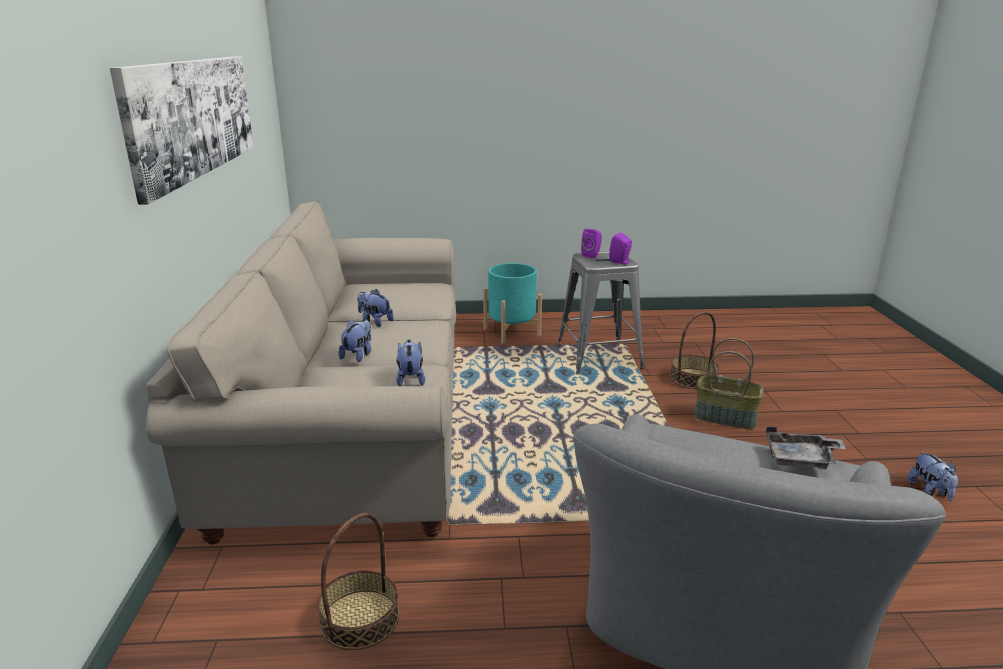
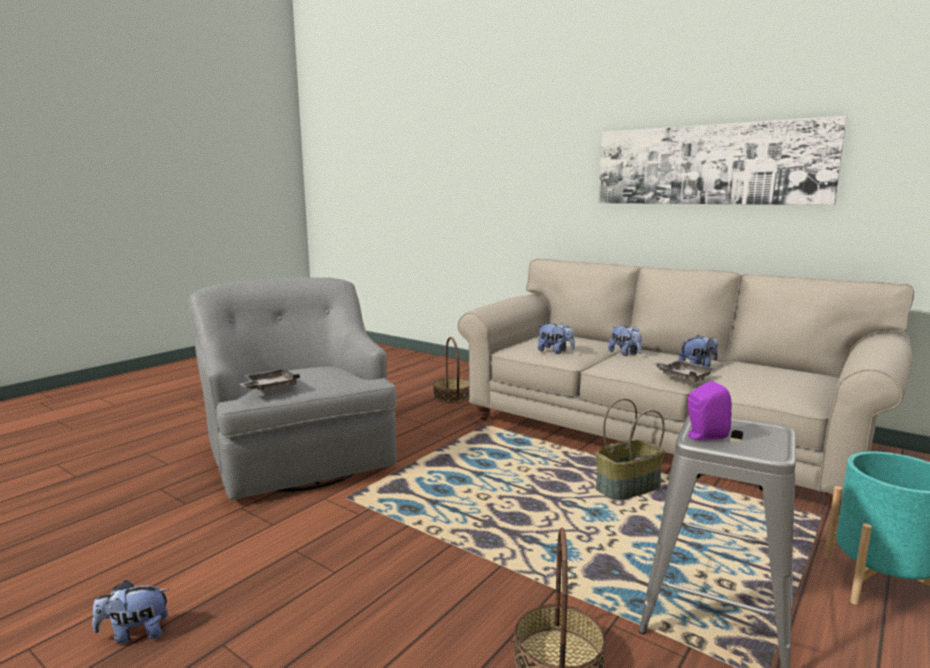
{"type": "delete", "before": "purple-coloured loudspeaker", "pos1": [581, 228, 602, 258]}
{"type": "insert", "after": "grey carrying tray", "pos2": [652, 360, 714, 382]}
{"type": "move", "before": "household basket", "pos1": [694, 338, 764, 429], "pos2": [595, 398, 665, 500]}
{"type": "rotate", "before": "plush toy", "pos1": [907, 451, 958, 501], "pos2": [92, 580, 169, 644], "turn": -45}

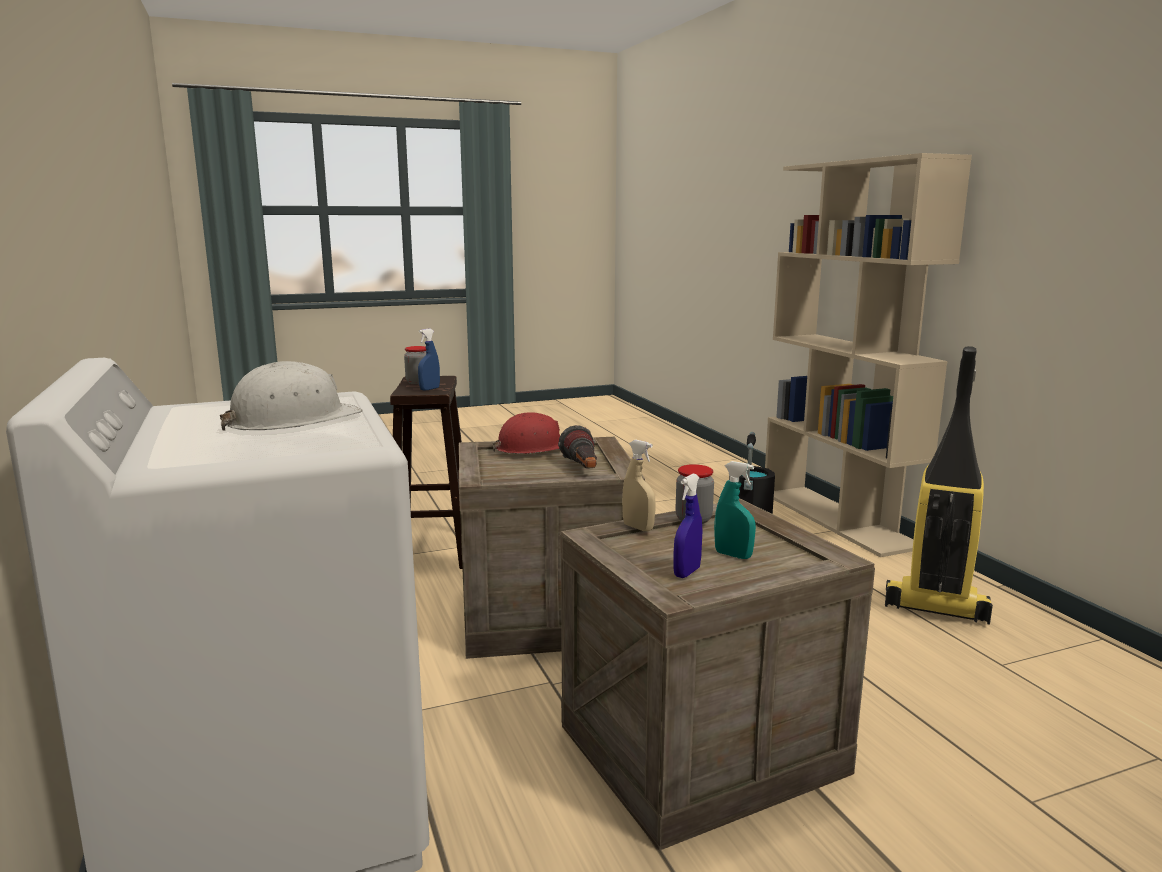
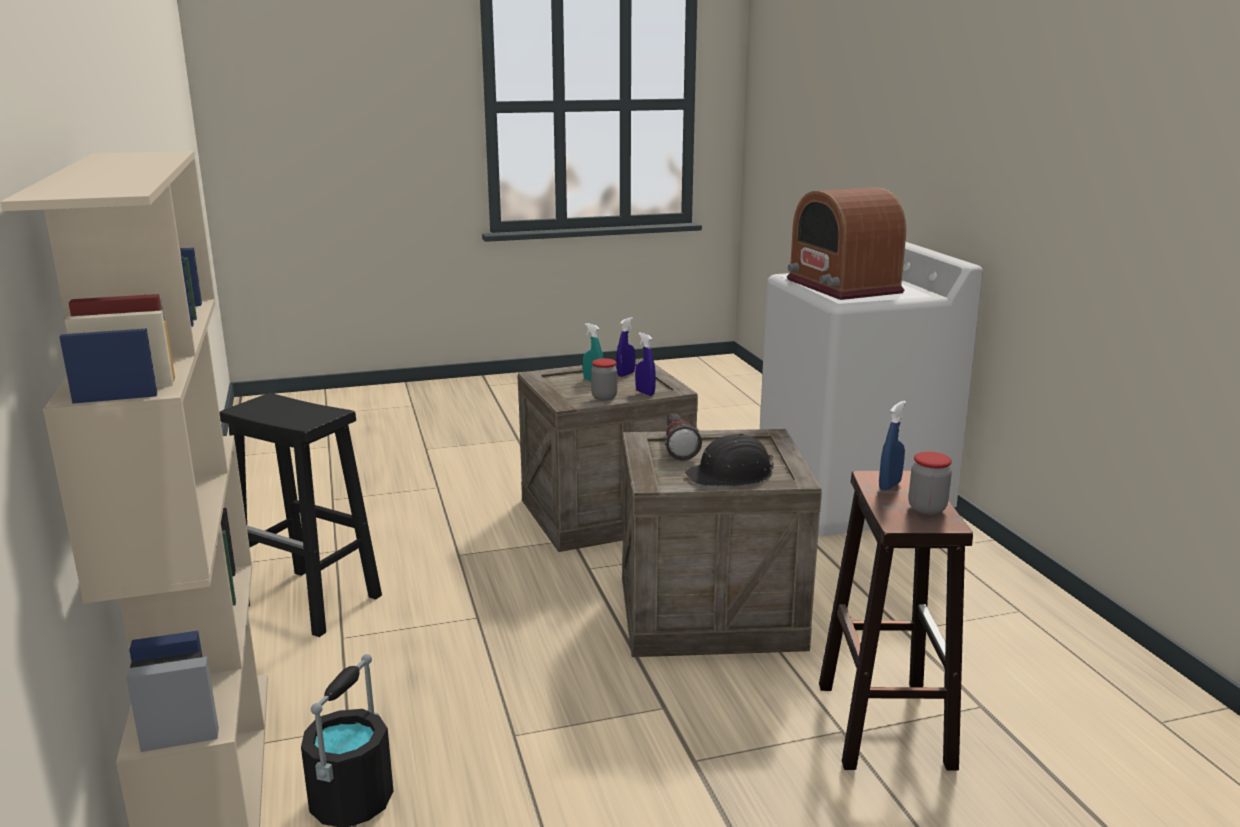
{"type": "replace", "before": "white-coloured work helmet", "after": "radio", "pos1": [220, 361, 363, 431], "pos2": [787, 187, 906, 300]}
{"type": "replace", "before": "vacuum cleaner", "after": "black sitting stool", "pos1": [885, 346, 993, 625], "pos2": [219, 393, 382, 637]}
{"type": "recolor", "before": "reddish work helmet", "after": "black work helmet", "pos1": [493, 412, 560, 454], "pos2": [685, 433, 774, 486]}
{"type": "recolor", "before": "beige sprayer", "after": "bluish sprayer", "pos1": [622, 440, 655, 531], "pos2": [635, 332, 656, 396]}

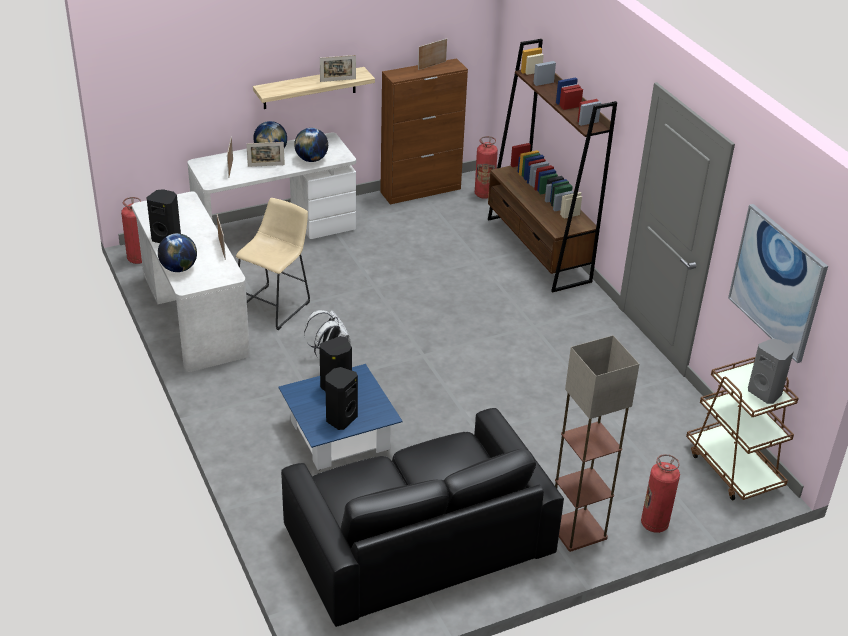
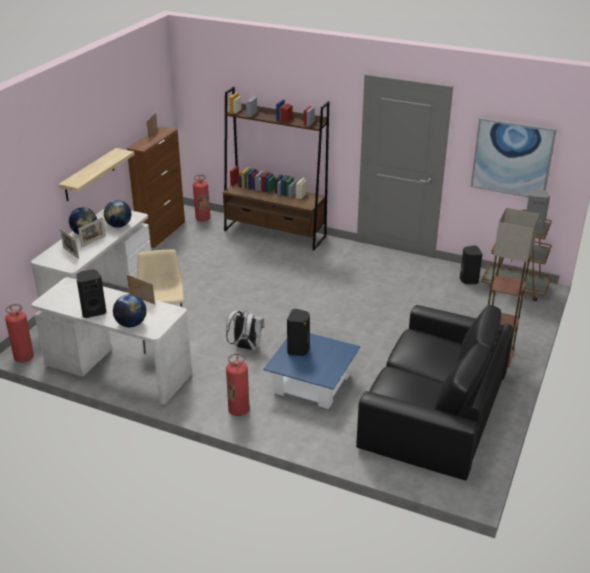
{"type": "delete", "before": "picture frame", "pos1": [320, 55, 356, 82]}
{"type": "move", "before": "black loudspeaker", "pos1": [325, 367, 358, 430], "pos2": [460, 245, 483, 284]}
{"type": "move", "before": "extinguisher", "pos1": [641, 454, 680, 533], "pos2": [226, 354, 249, 416]}

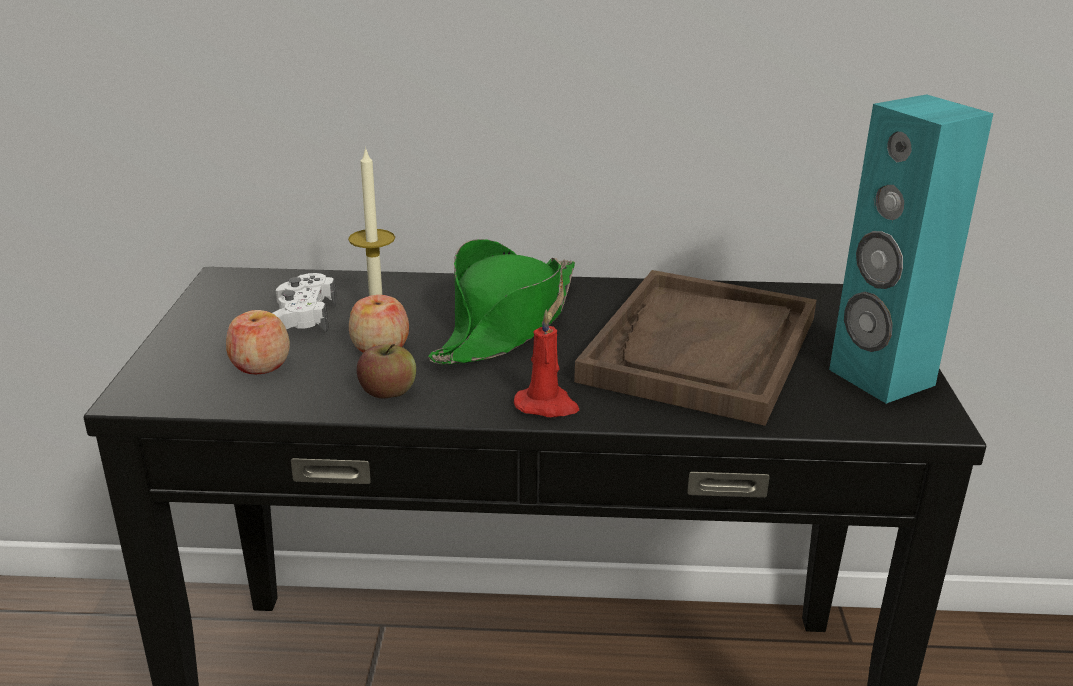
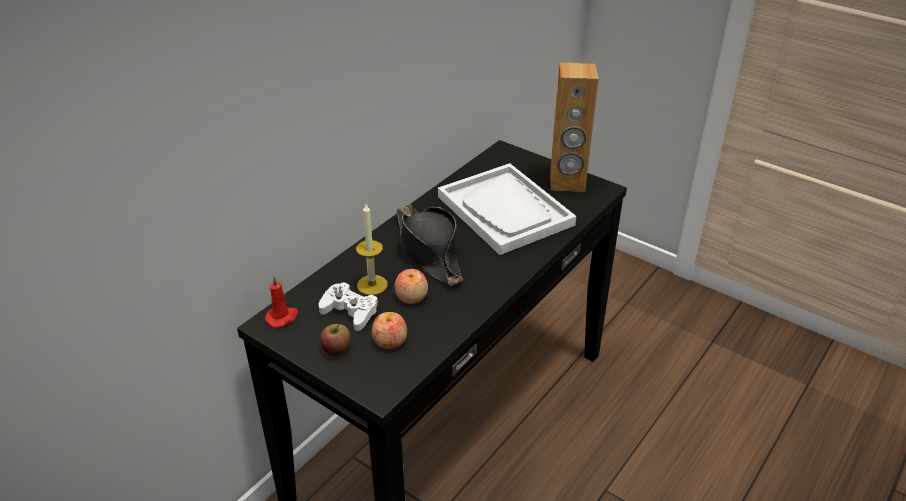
{"type": "move", "before": "apple", "pos1": [357, 344, 416, 398], "pos2": [320, 324, 351, 356]}
{"type": "move", "before": "reddish wax light", "pos1": [514, 309, 579, 417], "pos2": [265, 276, 299, 328]}
{"type": "recolor", "before": "greenish clothing hat", "after": "black clothing hat", "pos1": [428, 239, 575, 365], "pos2": [396, 204, 463, 286]}
{"type": "recolor", "before": "brown carrying tray", "after": "white-coloured carrying tray", "pos1": [574, 270, 817, 426], "pos2": [438, 163, 576, 255]}
{"type": "recolor", "before": "blue-green loudspeaker", "after": "brown loudspeaker", "pos1": [829, 94, 994, 404], "pos2": [550, 63, 599, 192]}

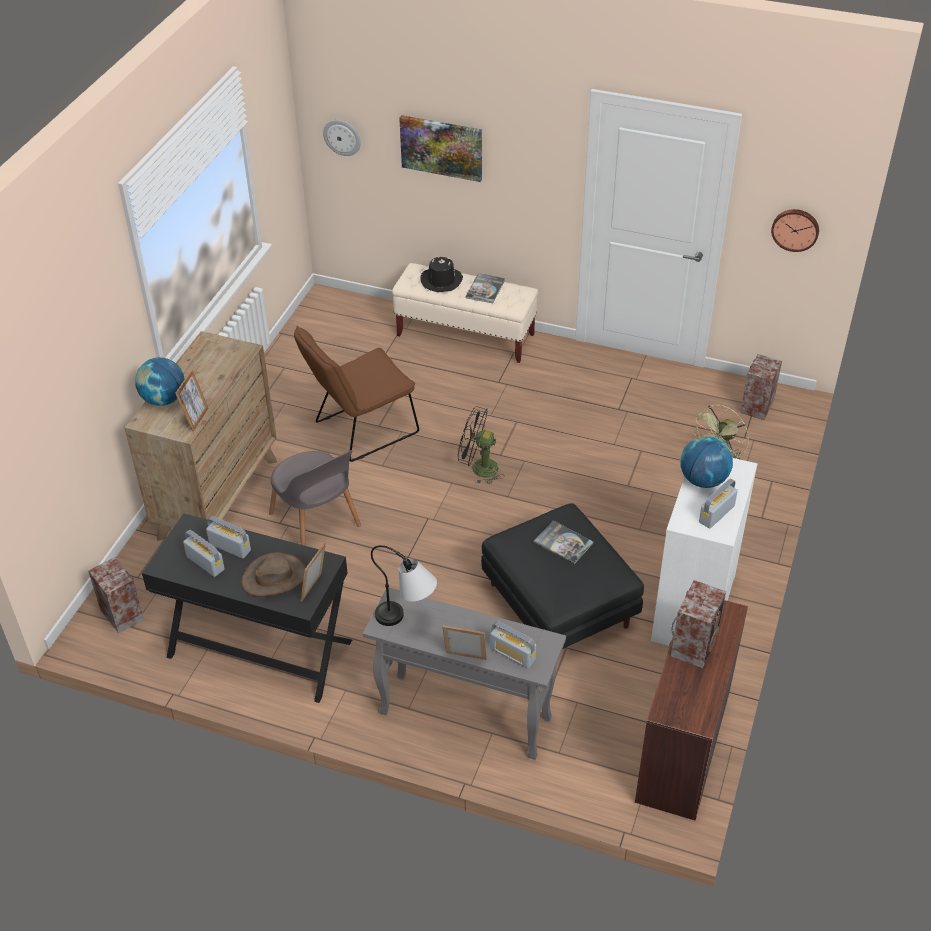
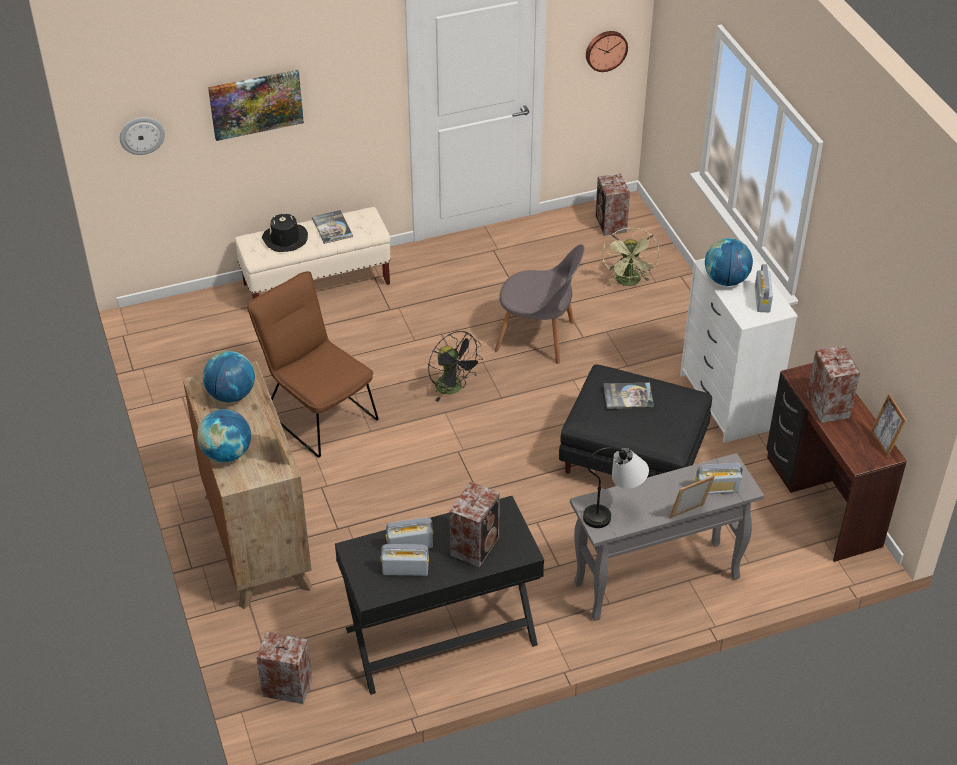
{"type": "insert", "after": "desk globe", "pos2": [203, 351, 255, 403]}
{"type": "move", "before": "grey upright chair", "pos1": [269, 450, 361, 546], "pos2": [495, 244, 585, 364]}
{"type": "move", "before": "picture frame", "pos1": [300, 542, 326, 602], "pos2": [870, 394, 907, 458]}
{"type": "replace", "before": "brown clothing hat", "after": "loudspeaker", "pos1": [241, 552, 306, 597], "pos2": [450, 481, 500, 568]}
{"type": "rotate", "before": "brown upright chair", "pos1": [294, 326, 419, 462], "pos2": [247, 271, 379, 457], "turn": 120}
{"type": "rotate", "before": "black cooling fan", "pos1": [458, 406, 504, 484], "pos2": [428, 331, 482, 402], "turn": -105}

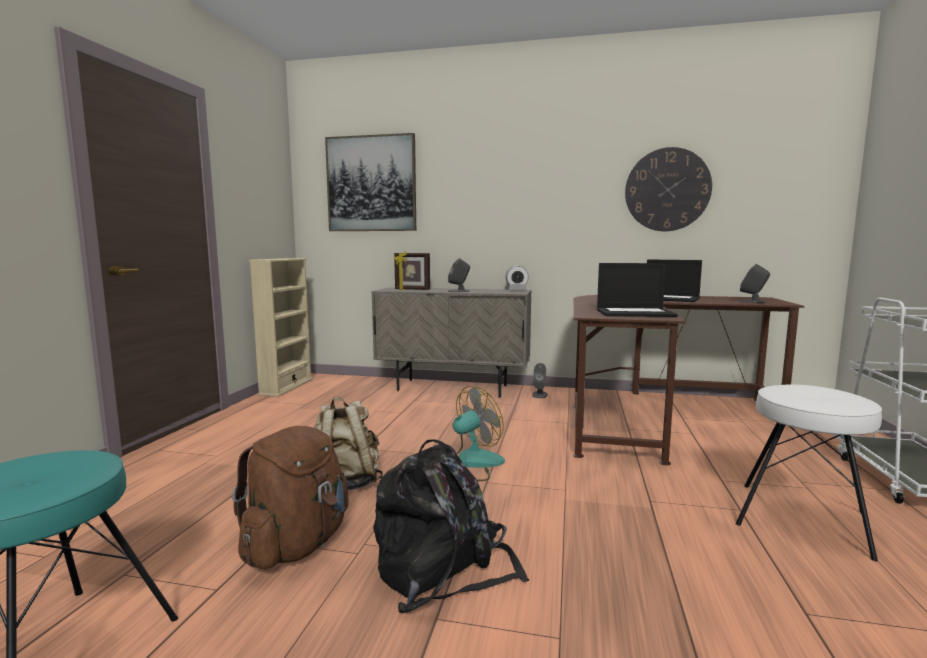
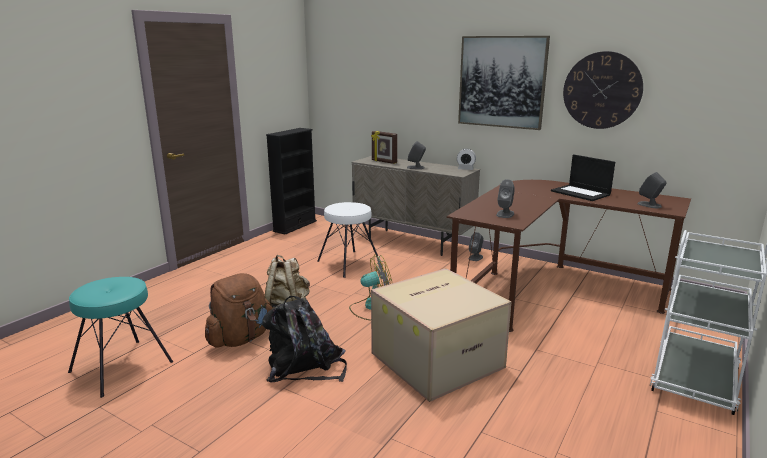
{"type": "insert", "after": "packing box", "pos2": [371, 268, 511, 402]}
{"type": "move", "before": "wall picture", "pos1": [325, 133, 416, 231], "pos2": [458, 36, 550, 130]}
{"type": "move", "before": "white-coloured sitting stool", "pos1": [736, 385, 882, 562], "pos2": [317, 202, 378, 278]}
{"type": "replace", "before": "laptop", "after": "grey loudspeaker", "pos1": [597, 263, 678, 317], "pos2": [496, 179, 515, 218]}
{"type": "recolor", "before": "beige bookshelf", "after": "black bookshelf", "pos1": [249, 258, 313, 397], "pos2": [266, 128, 317, 235]}

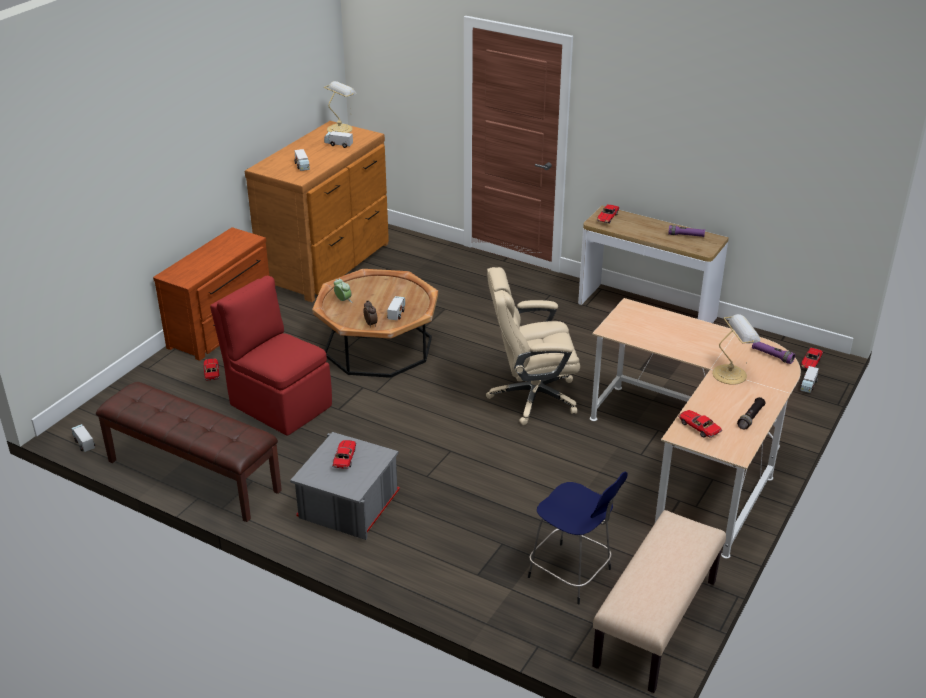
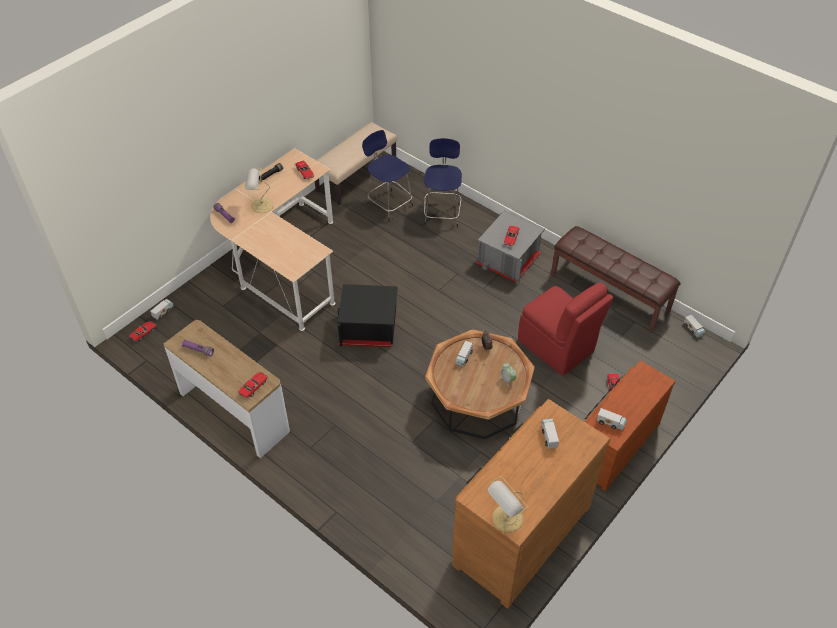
{"type": "insert", "after": "bluish sitting stool", "pos2": [424, 138, 462, 227]}
{"type": "move", "before": "model truck", "pos1": [324, 131, 353, 148], "pos2": [597, 408, 627, 430]}
{"type": "replace", "before": "beige computer chair", "after": "black storage box", "pos1": [486, 267, 580, 425], "pos2": [337, 284, 398, 347]}

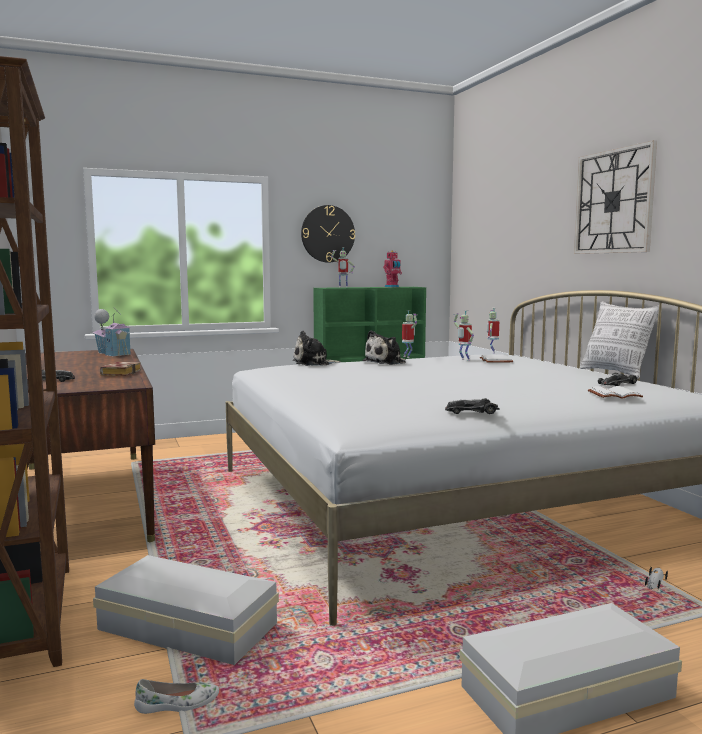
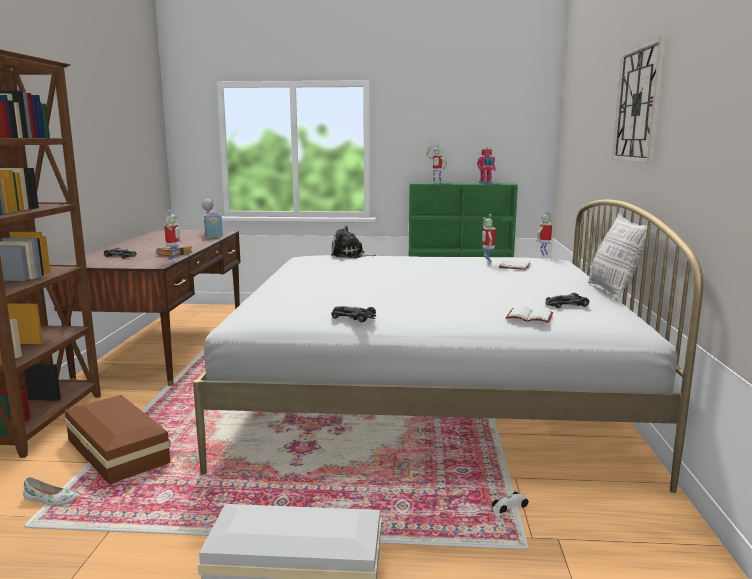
{"type": "delete", "before": "clock on the wall", "pos1": [301, 205, 355, 263]}
{"type": "delete", "before": "plush toy", "pos1": [362, 330, 406, 365]}
{"type": "move", "before": "toy robot", "pos1": [402, 310, 417, 358], "pos2": [164, 210, 182, 262]}
{"type": "recolor", "before": "white-coloured storage box", "after": "brown storage box", "pos1": [93, 555, 279, 665], "pos2": [64, 395, 171, 484]}

